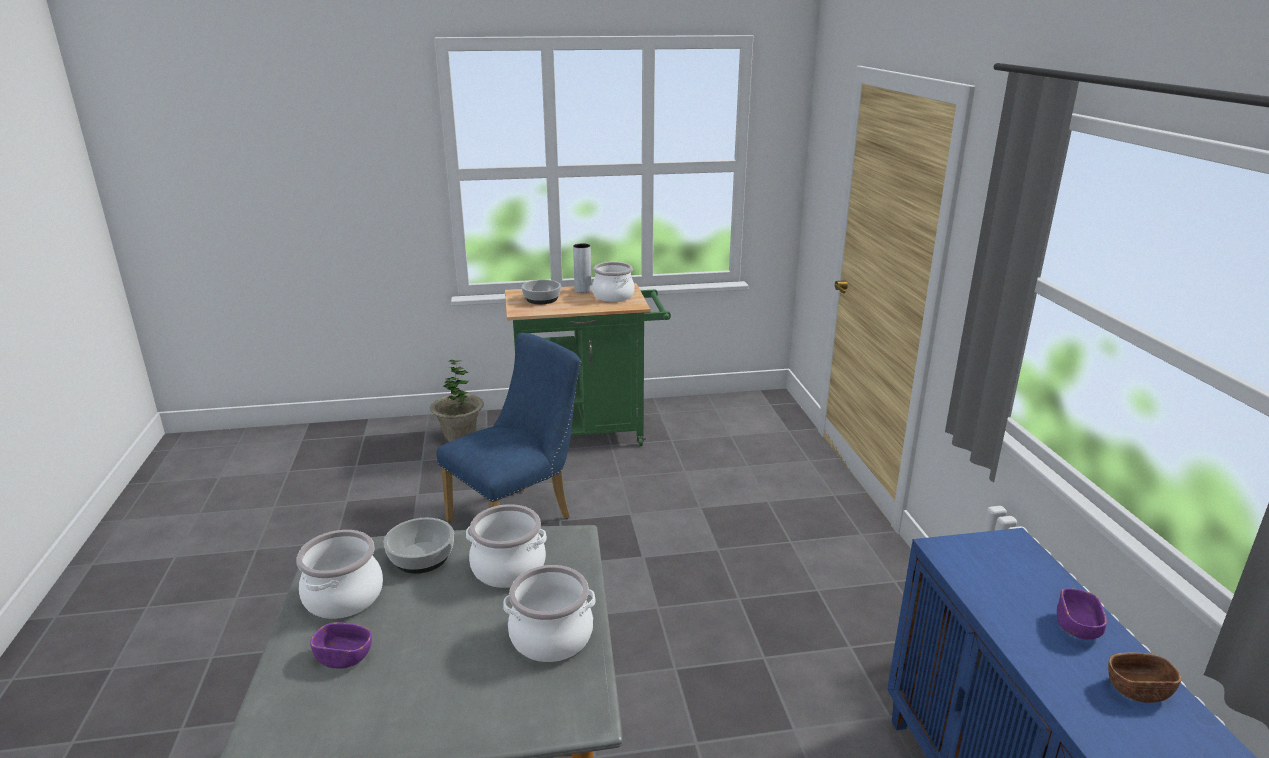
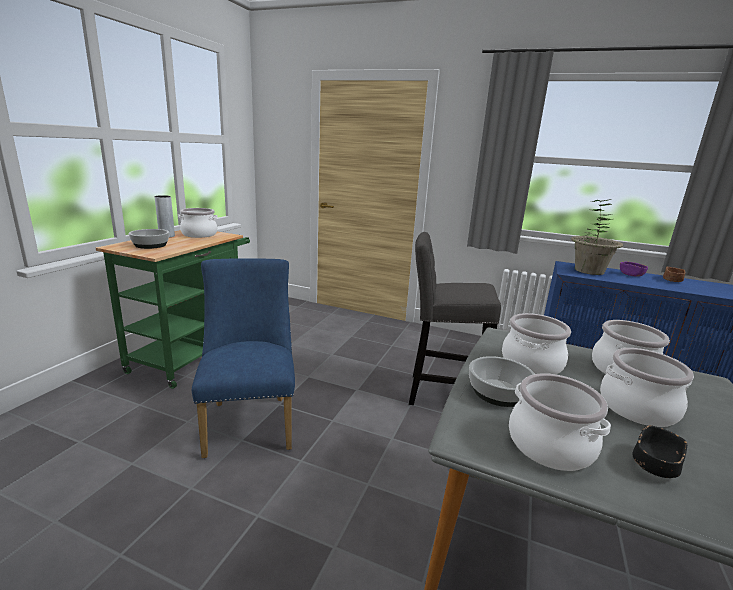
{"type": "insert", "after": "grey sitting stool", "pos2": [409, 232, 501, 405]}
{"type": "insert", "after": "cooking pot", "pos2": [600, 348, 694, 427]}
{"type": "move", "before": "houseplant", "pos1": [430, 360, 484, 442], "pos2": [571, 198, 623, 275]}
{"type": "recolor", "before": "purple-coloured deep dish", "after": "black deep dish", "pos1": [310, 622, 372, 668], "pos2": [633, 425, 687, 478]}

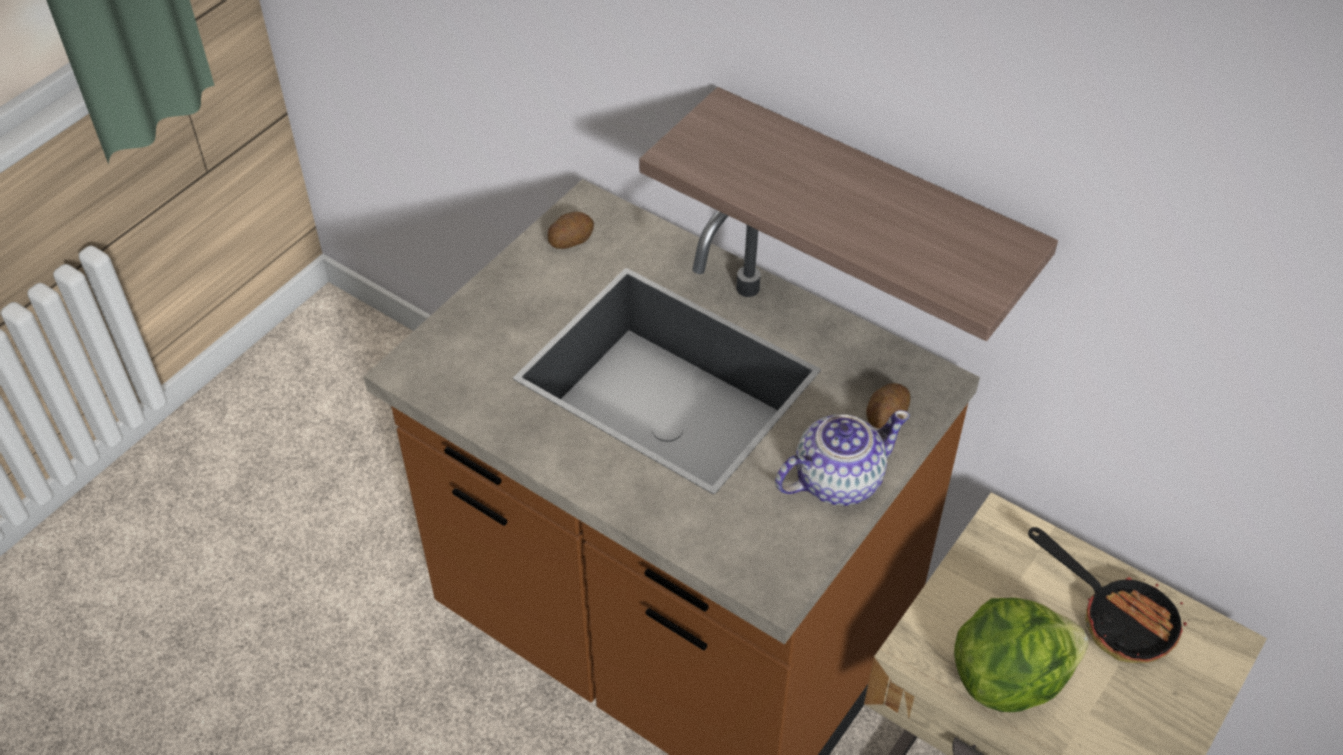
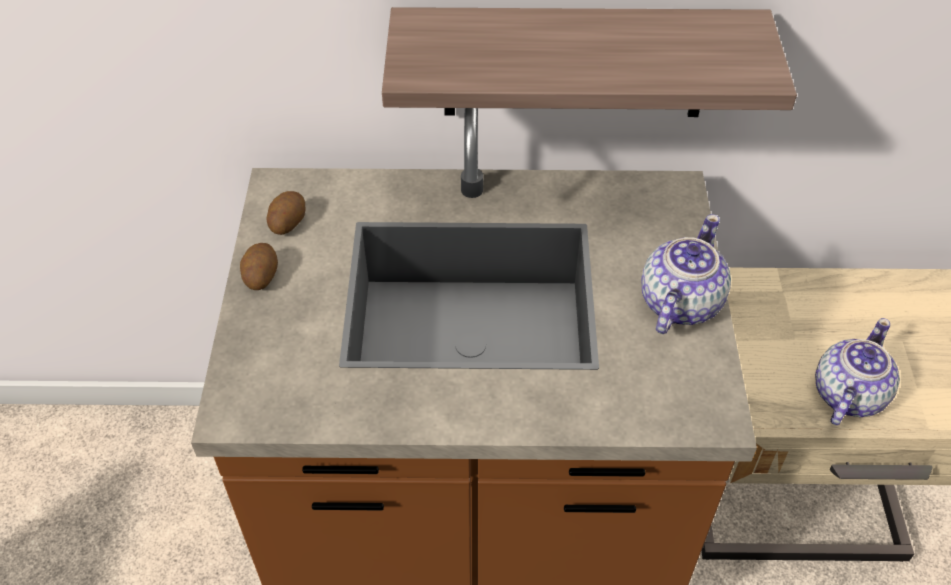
{"type": "delete", "before": "skillet", "pos1": [1028, 527, 1189, 663]}
{"type": "move", "before": "whole potato", "pos1": [866, 383, 910, 429], "pos2": [240, 243, 278, 290]}
{"type": "replace", "before": "lettuce head", "after": "pot for tea", "pos1": [954, 598, 1089, 712], "pos2": [815, 318, 900, 425]}

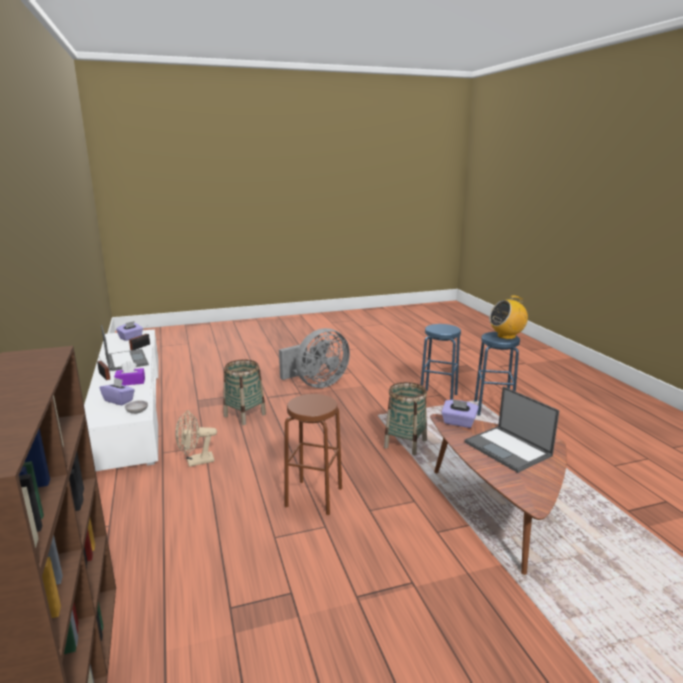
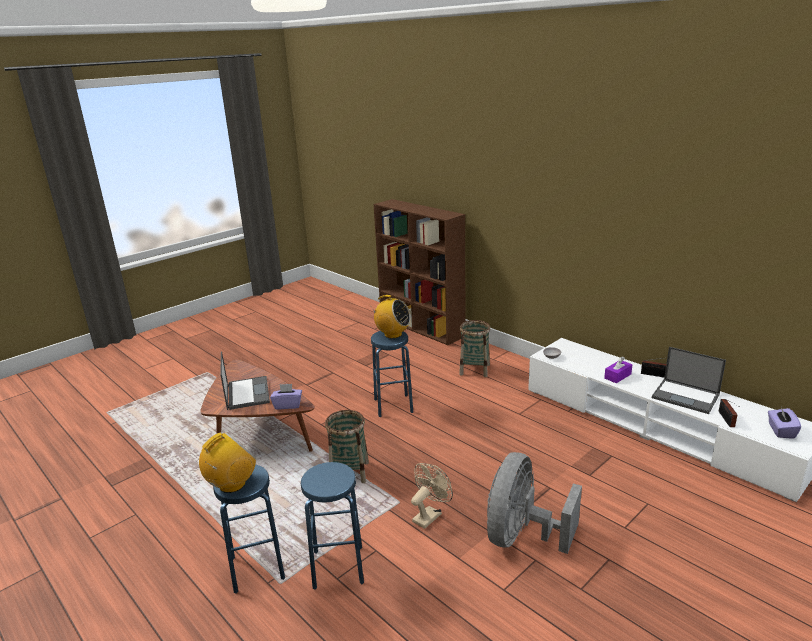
{"type": "delete", "before": "purple-coloured tissue box", "pos1": [100, 377, 135, 405]}
{"type": "insert", "after": "radio", "pos2": [371, 295, 411, 338]}
{"type": "move", "before": "beige cooling fan", "pos1": [176, 410, 217, 467], "pos2": [411, 463, 453, 529]}
{"type": "move", "before": "household basket", "pos1": [223, 359, 266, 425], "pos2": [459, 320, 490, 377]}
{"type": "recolor", "before": "brown sitting stool", "after": "bluish sitting stool", "pos1": [285, 394, 342, 515], "pos2": [371, 331, 413, 417]}
{"type": "rotate", "before": "laptop", "pos1": [464, 386, 560, 473], "pos2": [221, 351, 270, 410], "turn": 45}

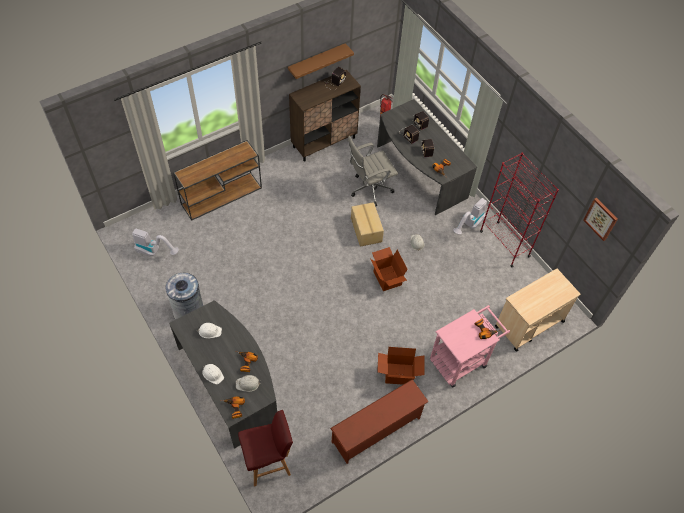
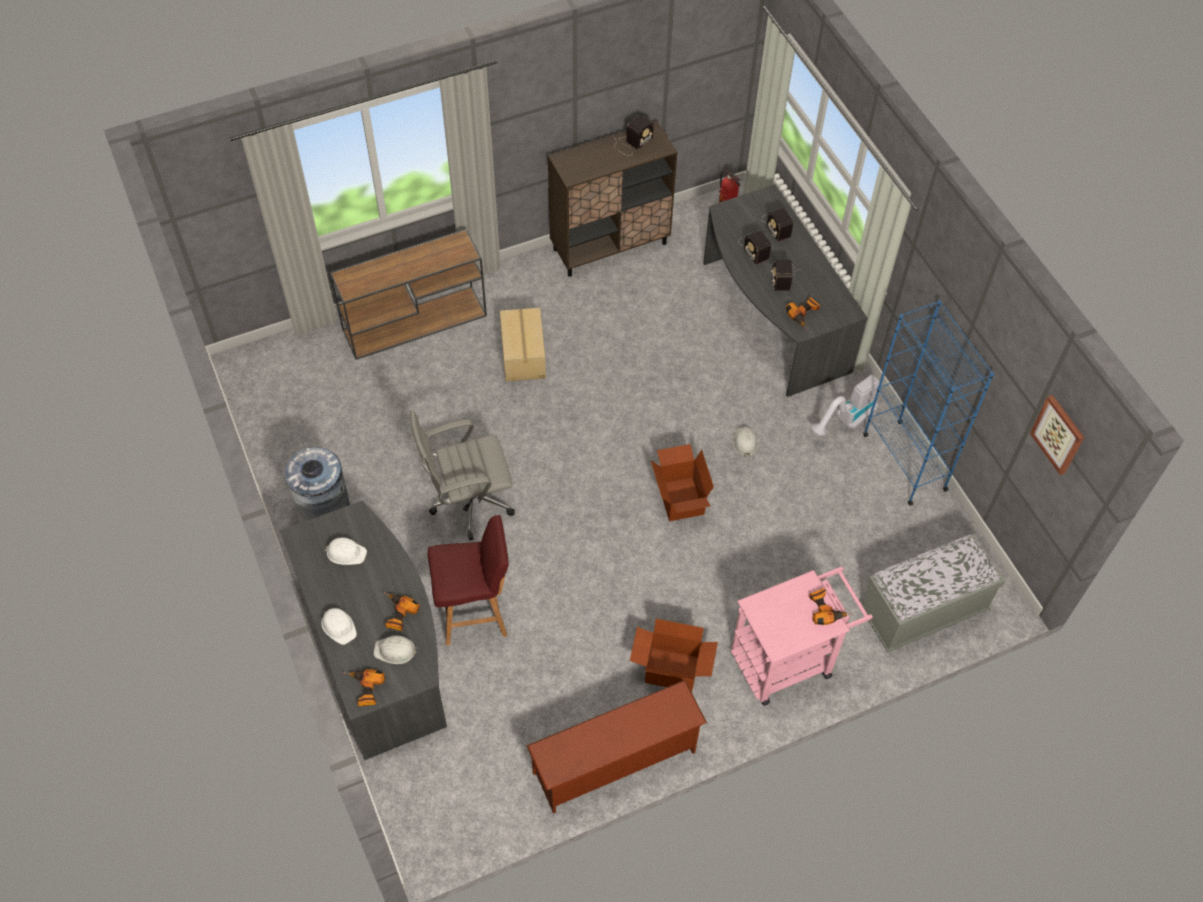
{"type": "delete", "before": "vacuum cleaner", "pos1": [132, 228, 179, 256]}
{"type": "delete", "before": "brown wall shelf", "pos1": [288, 43, 354, 79]}
{"type": "move", "before": "reddish sitting stool", "pos1": [238, 410, 293, 487], "pos2": [428, 515, 509, 645]}
{"type": "move", "before": "grey computer chair", "pos1": [348, 136, 398, 207], "pos2": [410, 410, 515, 541]}
{"type": "move", "before": "packing box", "pos1": [351, 202, 384, 247], "pos2": [500, 308, 546, 381]}
{"type": "replace", "before": "beige trolley", "after": "grey long seat", "pos1": [495, 269, 580, 351], "pos2": [861, 534, 1005, 652]}
{"type": "recolor", "before": "reddish bookshelf", "after": "bluish bookshelf", "pos1": [480, 153, 559, 267], "pos2": [863, 300, 994, 506]}

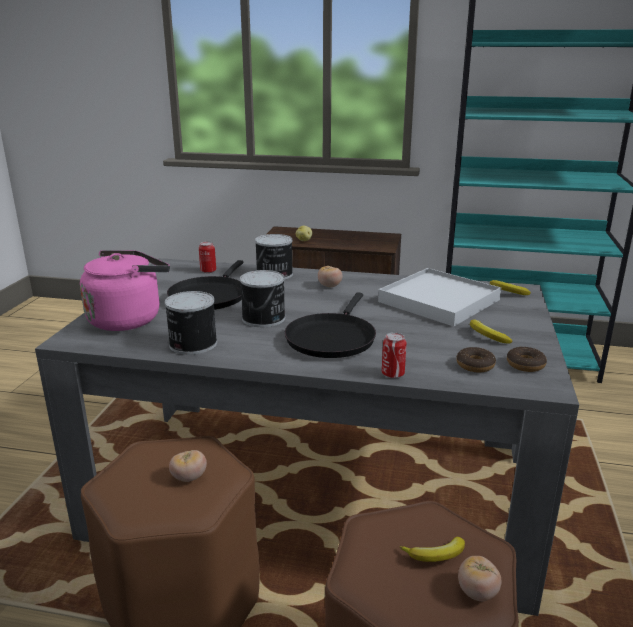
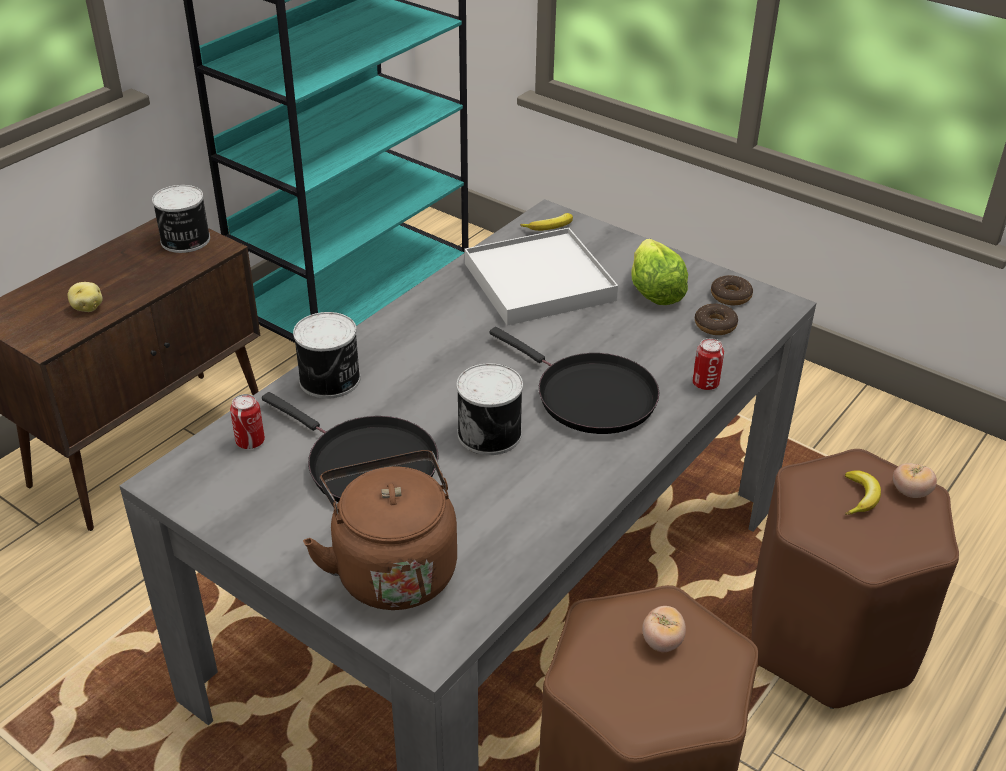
{"type": "delete", "before": "fresh tomato", "pos1": [318, 266, 343, 287]}
{"type": "move", "before": "metal can", "pos1": [165, 291, 217, 355], "pos2": [152, 185, 210, 253]}
{"type": "replace", "before": "banana fruit", "after": "lettuce head", "pos1": [470, 319, 513, 343], "pos2": [631, 239, 688, 305]}
{"type": "recolor", "before": "pink-coloured tea kettle", "after": "brown tea kettle", "pos1": [80, 250, 170, 331], "pos2": [303, 450, 457, 610]}

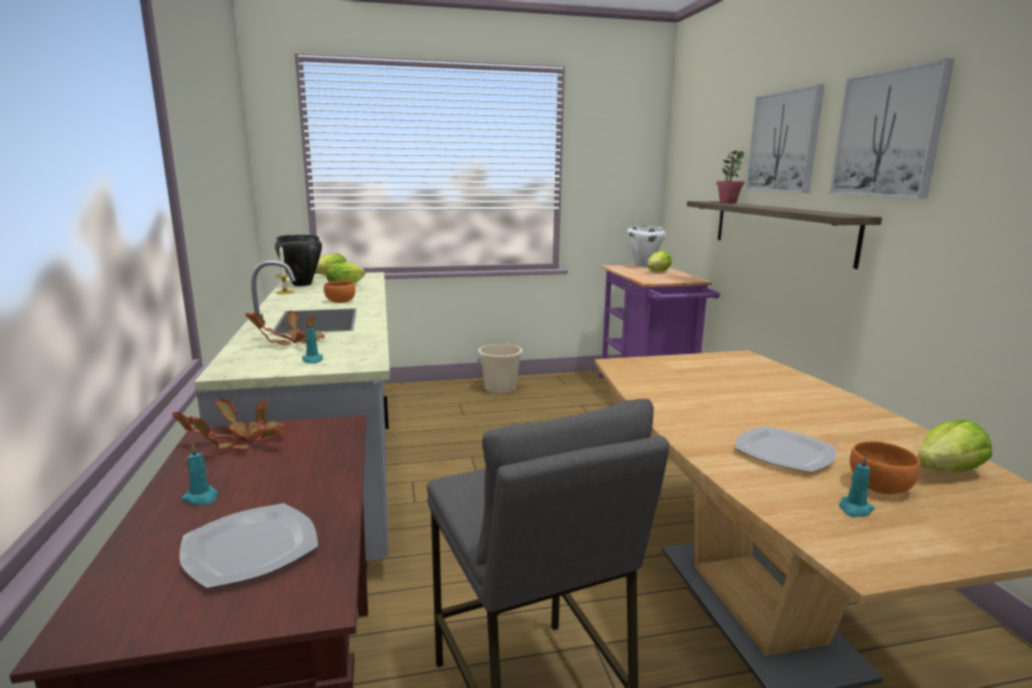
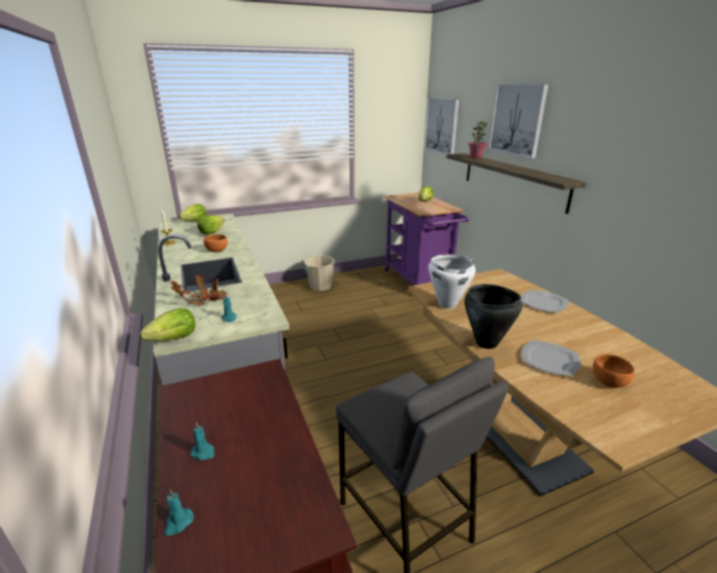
{"type": "delete", "before": "houseplant", "pos1": [172, 398, 285, 450]}
{"type": "move", "before": "flat dish", "pos1": [180, 503, 318, 589], "pos2": [521, 289, 568, 313]}
{"type": "move", "before": "black cooking pot", "pos1": [275, 235, 322, 286], "pos2": [464, 284, 523, 349]}
{"type": "move", "before": "white-coloured cooking pot", "pos1": [627, 225, 665, 267], "pos2": [428, 254, 476, 309]}
{"type": "move", "before": "wall picture", "pos1": [829, 58, 954, 199], "pos2": [424, 97, 459, 155]}
{"type": "move", "before": "blue-green wax light", "pos1": [839, 455, 874, 517], "pos2": [164, 489, 194, 536]}
{"type": "move", "before": "lettuce head", "pos1": [918, 420, 992, 472], "pos2": [140, 308, 196, 341]}

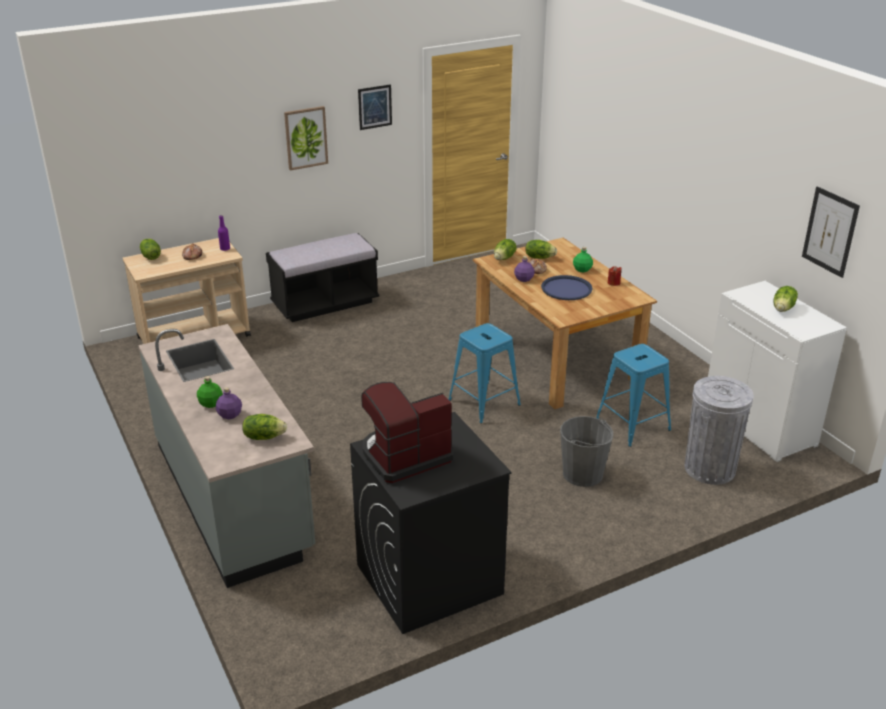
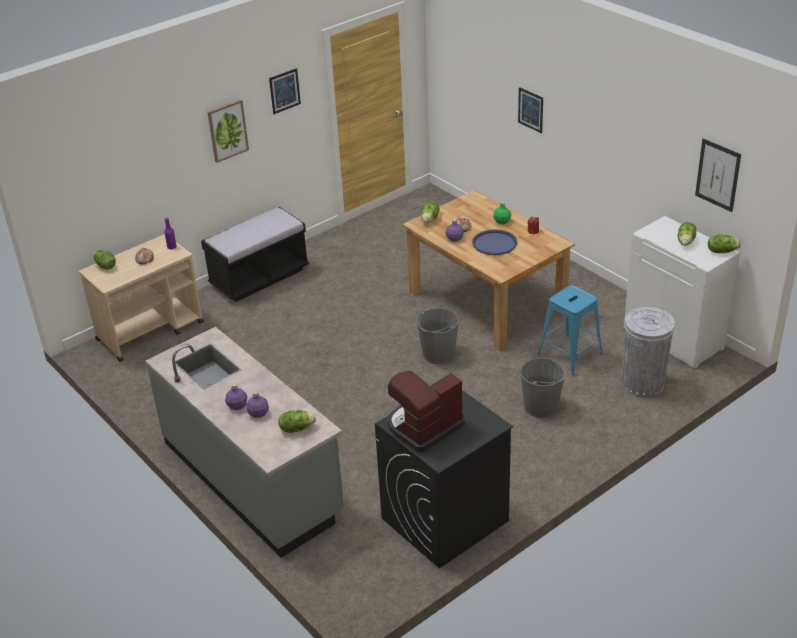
{"type": "insert", "after": "wall picture", "pos2": [518, 87, 543, 133]}
{"type": "move", "before": "lettuce head", "pos1": [525, 240, 557, 259], "pos2": [708, 234, 741, 253]}
{"type": "replace", "before": "bluish sitting stool", "after": "grey bucket", "pos1": [448, 323, 521, 423], "pos2": [417, 308, 459, 364]}
{"type": "recolor", "before": "greenish bottle", "after": "purple-coloured bottle", "pos1": [197, 376, 223, 408], "pos2": [225, 384, 247, 410]}

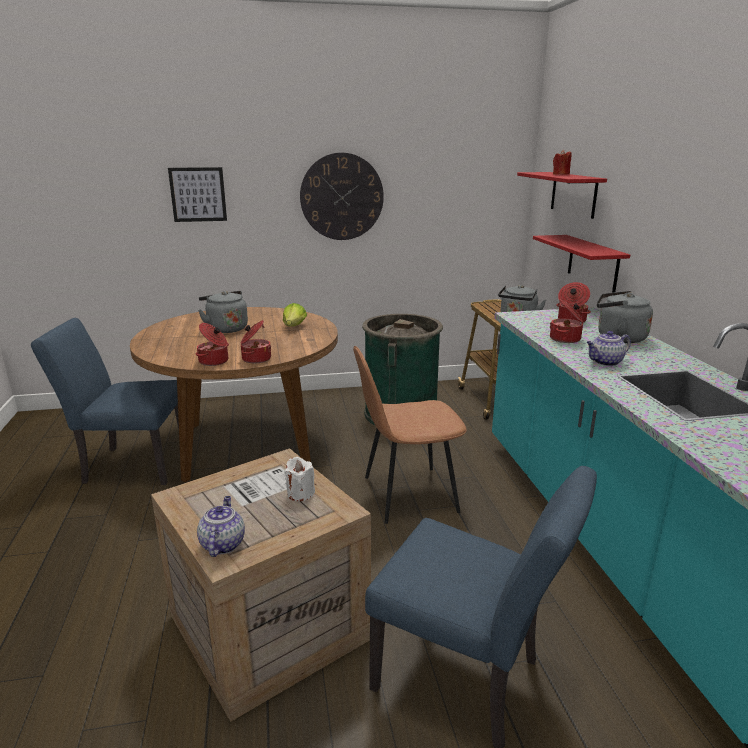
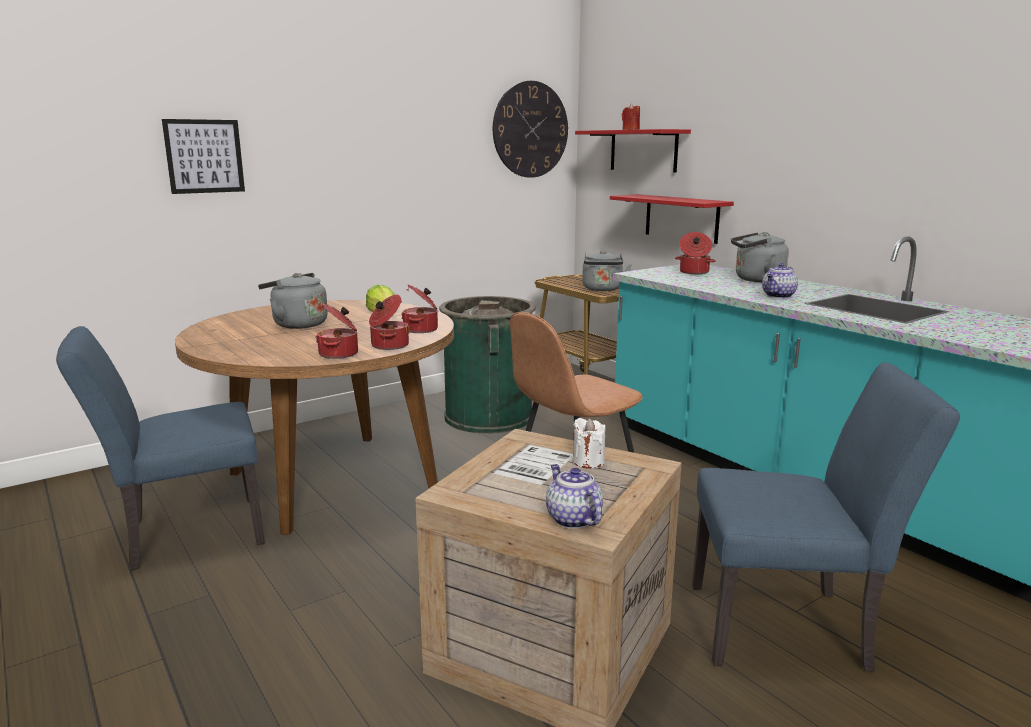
{"type": "move", "before": "clock on the wall", "pos1": [300, 153, 384, 240], "pos2": [493, 81, 568, 178]}
{"type": "move", "before": "cooking pot", "pos1": [550, 299, 584, 343], "pos2": [401, 285, 438, 333]}

